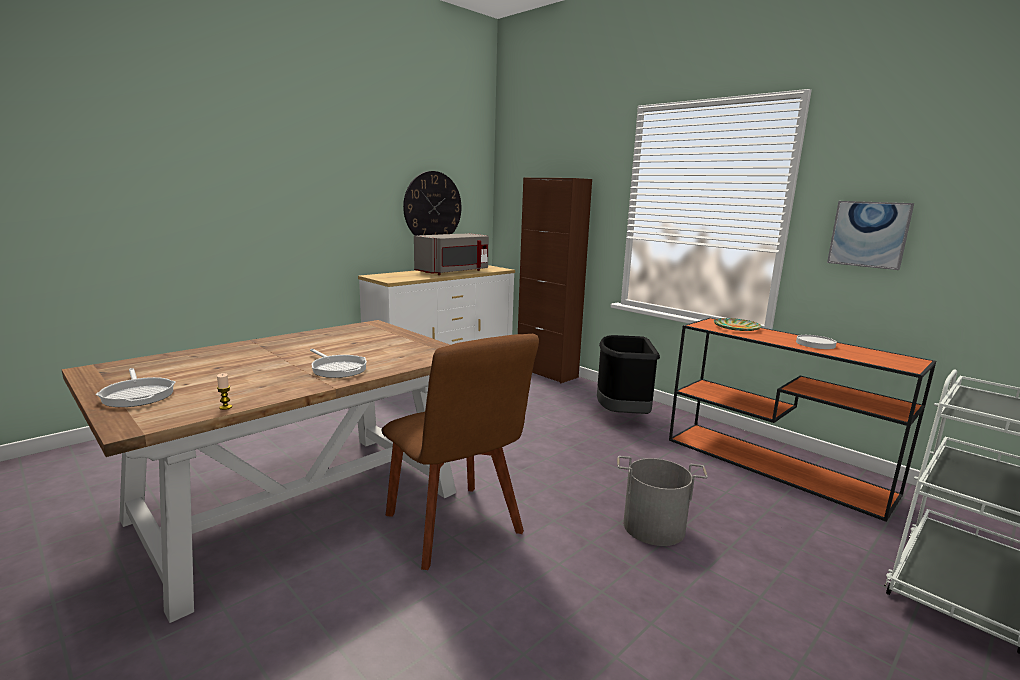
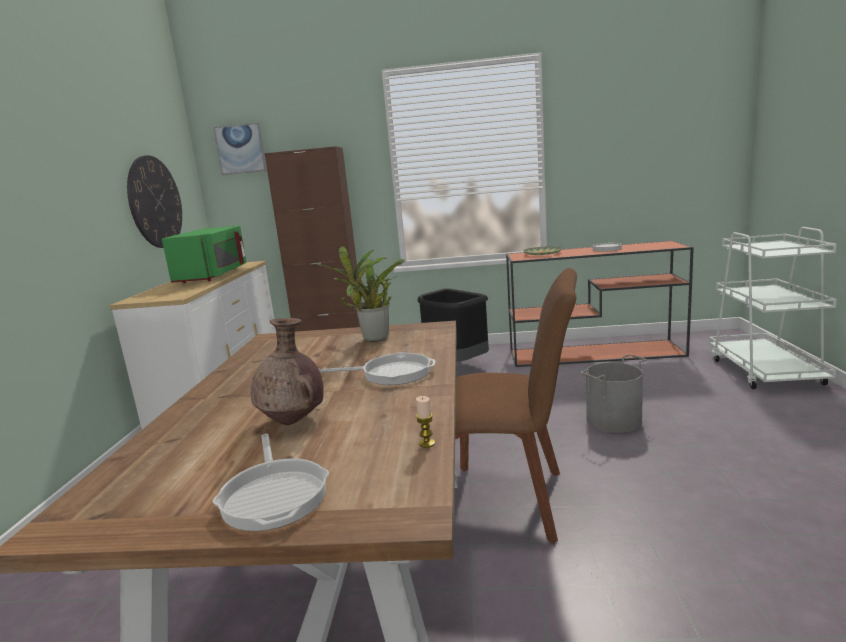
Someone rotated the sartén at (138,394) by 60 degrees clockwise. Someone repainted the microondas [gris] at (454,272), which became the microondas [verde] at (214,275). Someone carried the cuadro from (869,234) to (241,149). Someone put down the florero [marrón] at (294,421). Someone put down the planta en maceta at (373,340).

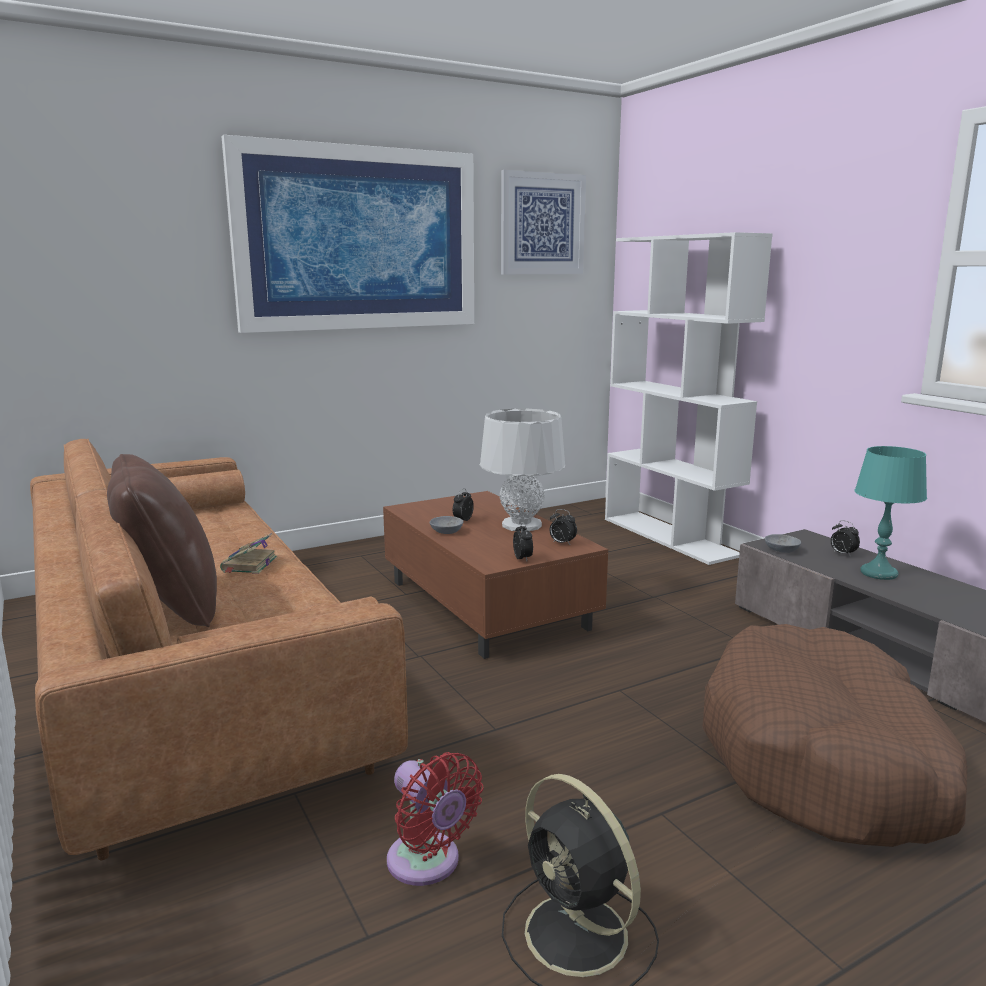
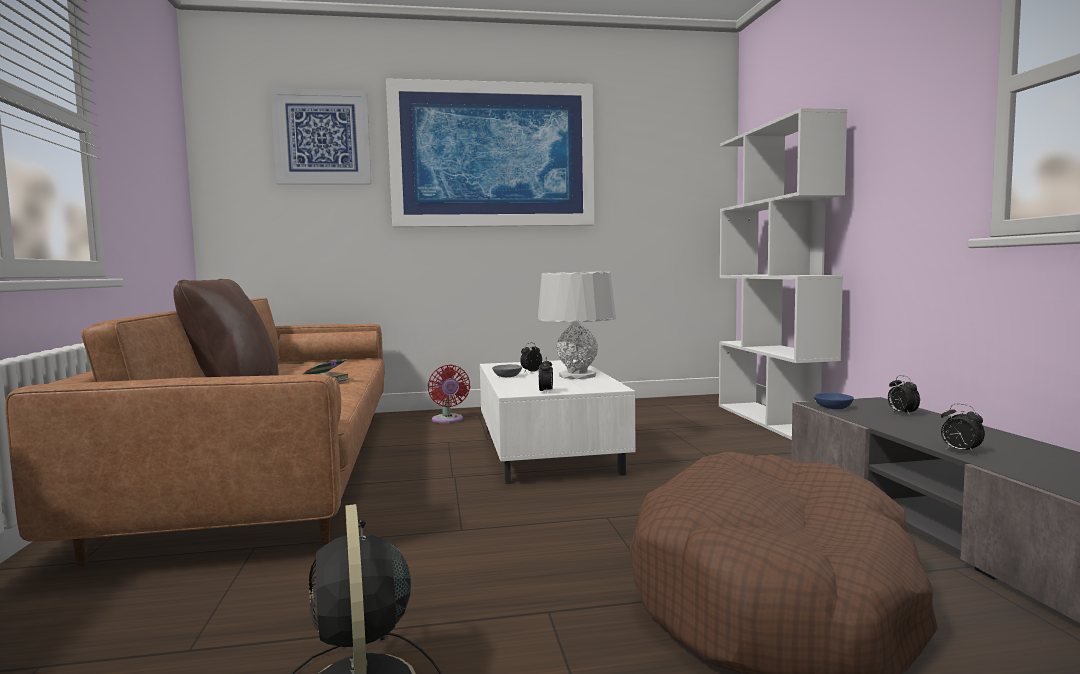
Someone repainted the mesa de centro [marrón] at (486,603), which became the mesa de centro [blanco] at (548,450). Someone carried the ventilador [rojo] from (427,864) to (448,420). Someone carried the cuadro from (542,224) to (322,137). Someone carried the despertador from (561,543) to (960,451). Someone repainted the cuenco [gris] at (781,550), which became the cuenco [azul] at (832,407). Someone took away the lámpara de mesa [turquesa] at (879,573).

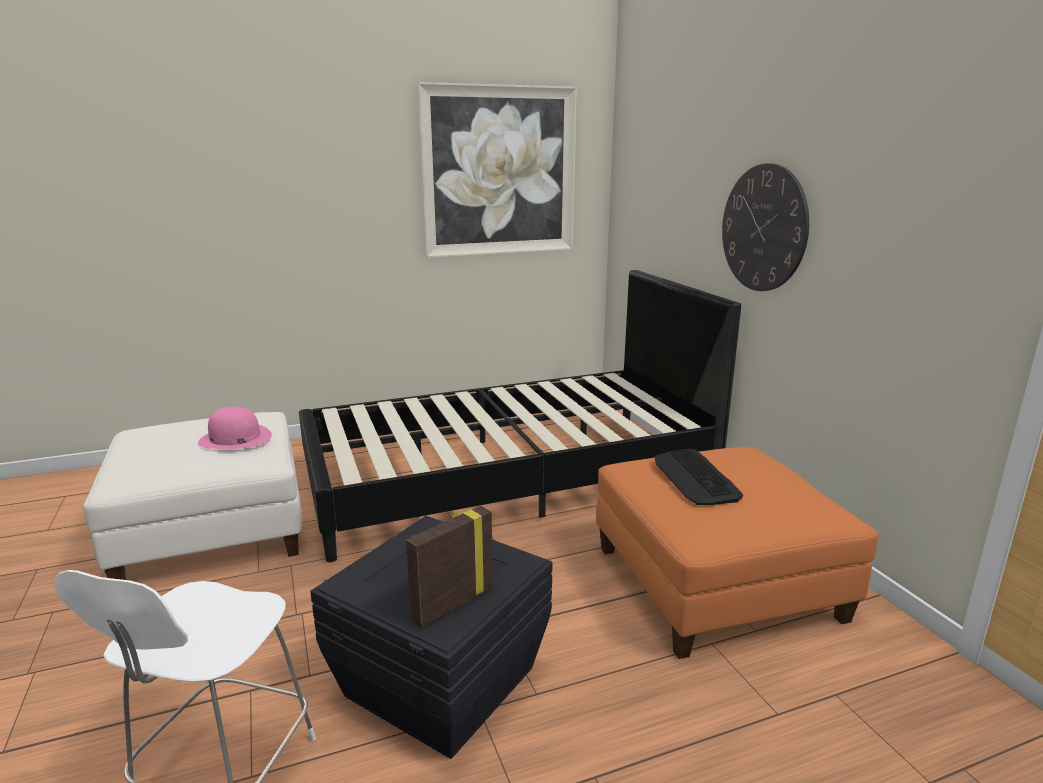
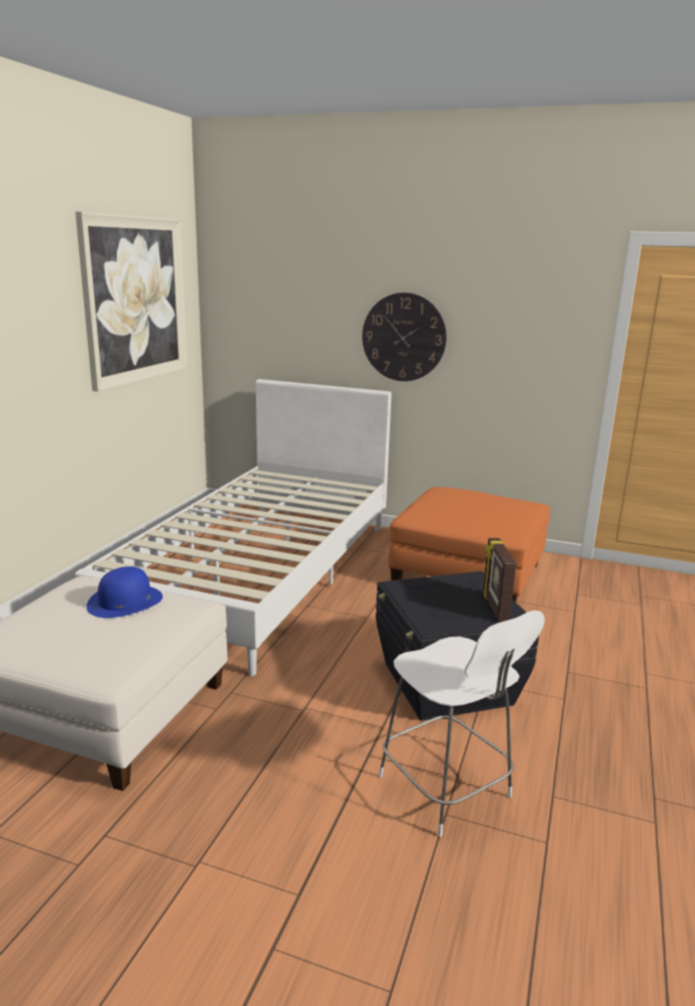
Someone repainted the sombrero [rosa] at (235,438), which became the sombrero [azul] at (125,601). Someone repainted the cama [negro] at (509,478), which became the cama [blanco] at (260,573). Someone took away the teclado at (695,478).

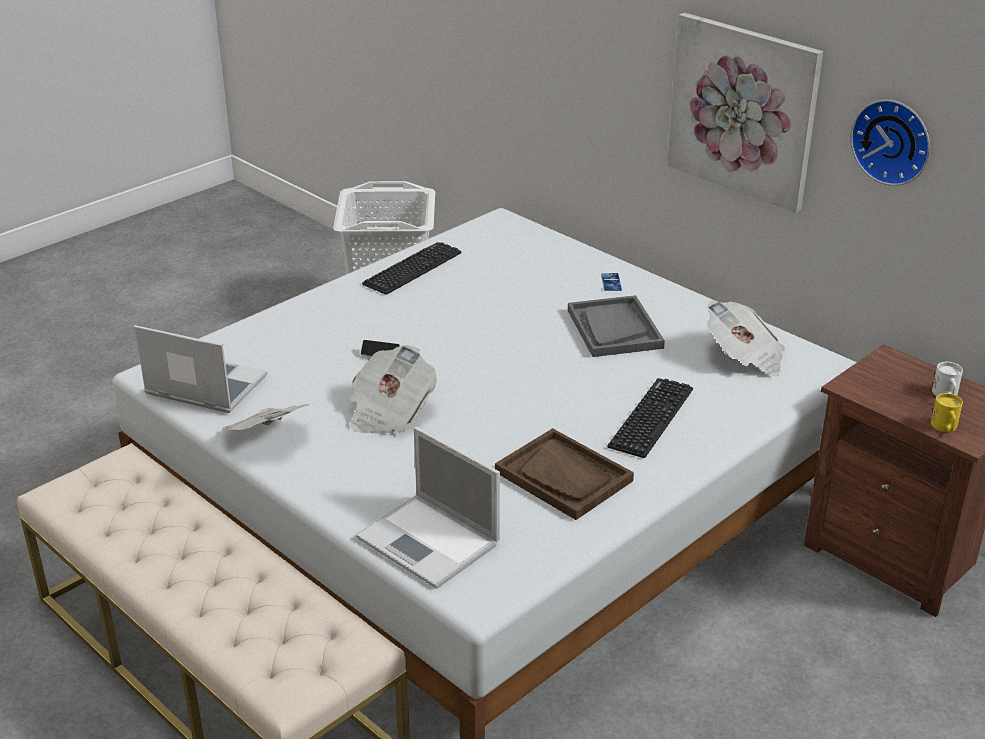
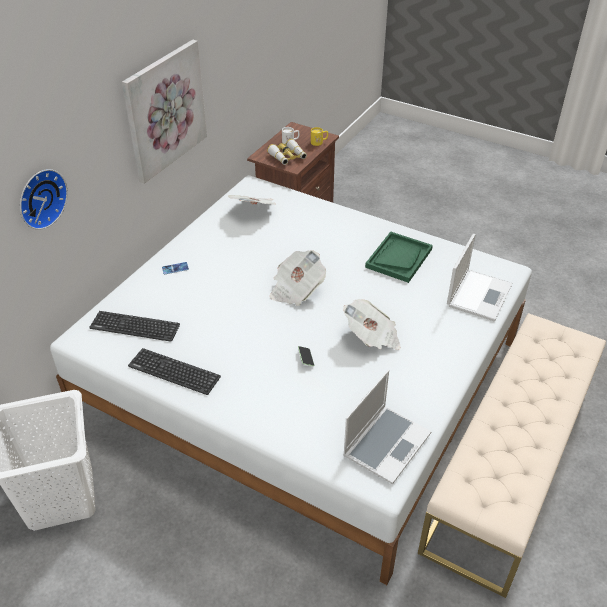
Someone rotated the portátil at (204,386) by 150 degrees counterclockwise. Someone carried the periódico from (268,436) to (296,289). Someone repainted the bandeja [marrón] at (564,476), which became the bandeja [verde] at (398,258). Someone took away the bandeja [gris] at (614,329). Someone carried the teclado from (651,418) to (135,326). Someone carried the reloj de pared from (893,140) to (40,198). Someone put down the prismáticos at (287,157).

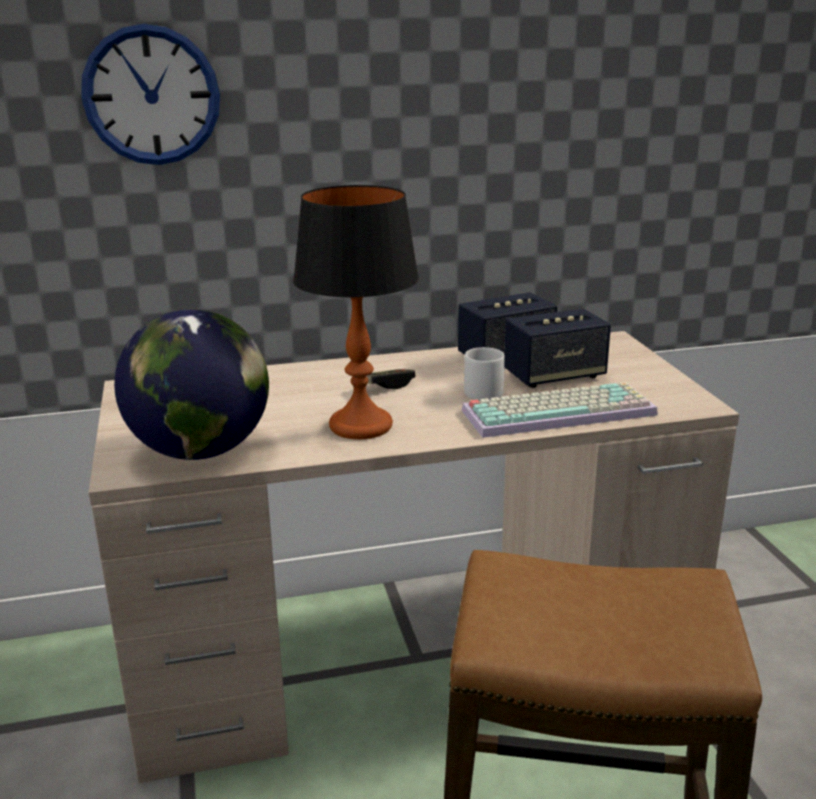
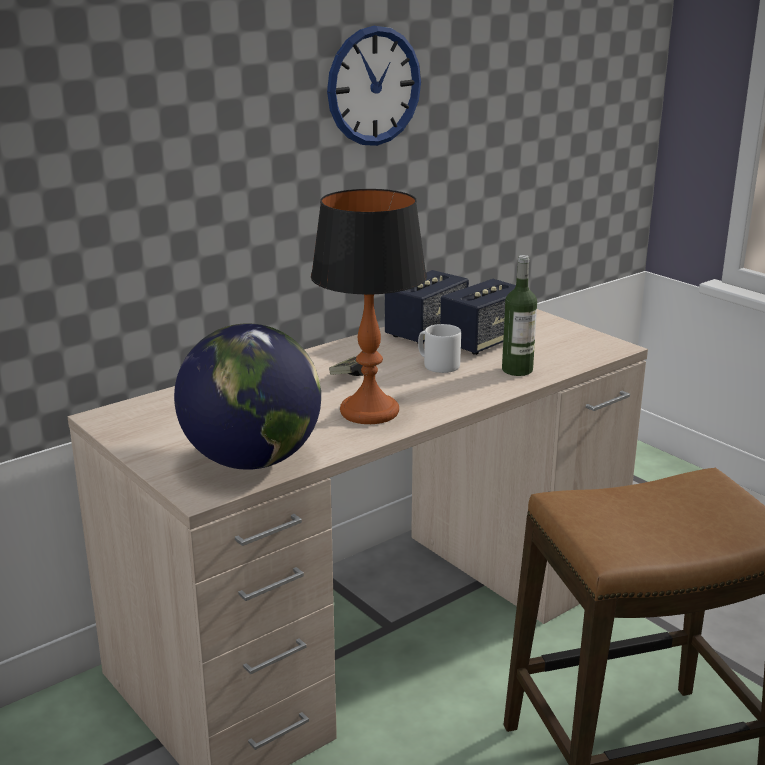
Someone carried the reloj de pared from (151,95) to (374,86). Someone swapped the teclado at (559,411) for the botella at (517,370).

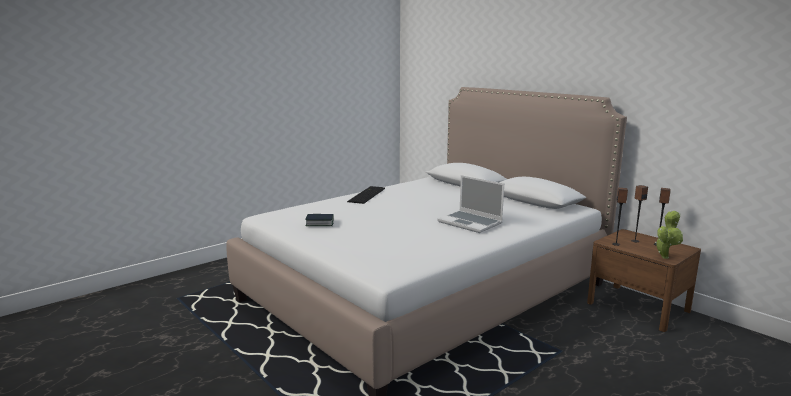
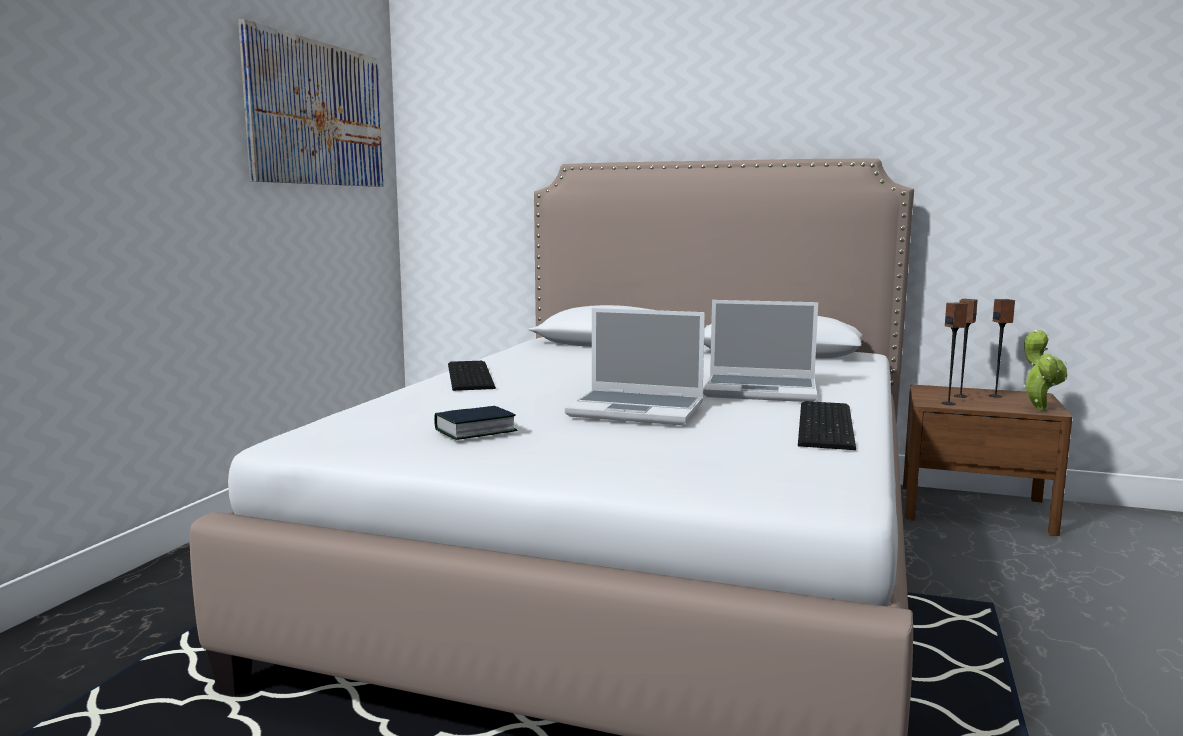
Someone put up the cuadro at (317,113). Someone put down the portátil at (638,410). Someone put down the teclado at (828,425).

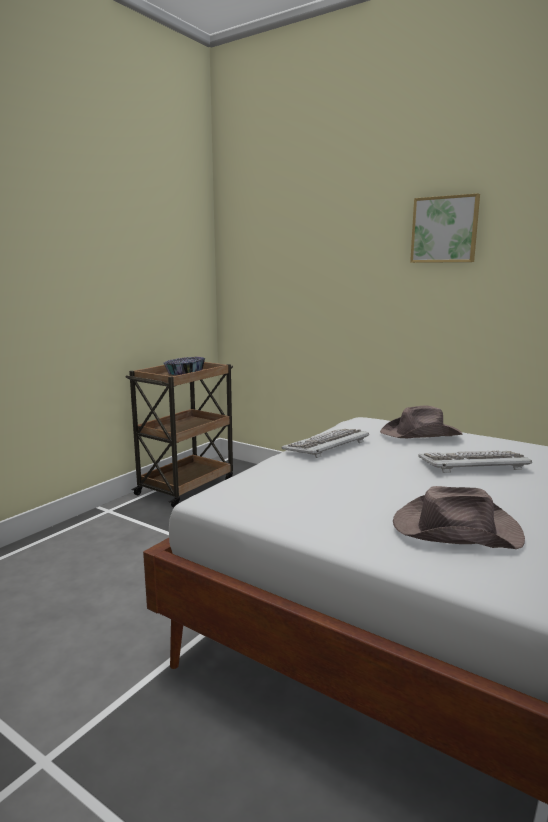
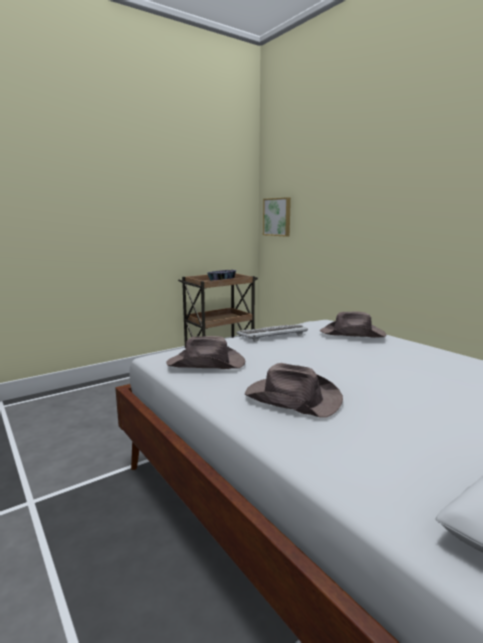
Someone carried the cuadro from (445,230) to (277,217). Someone took away the teclado at (473,464). Someone put down the sombrero [marrón] at (207,364).

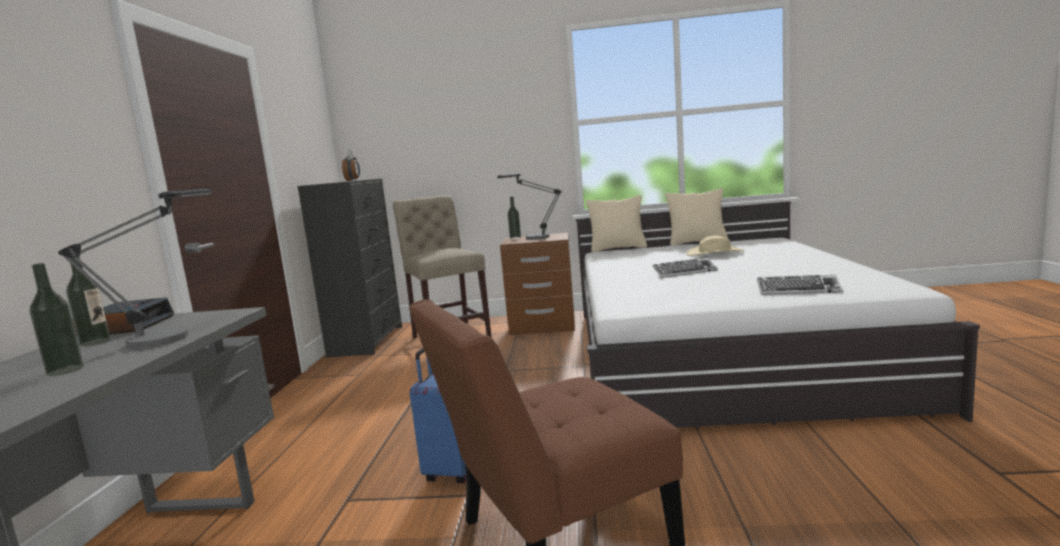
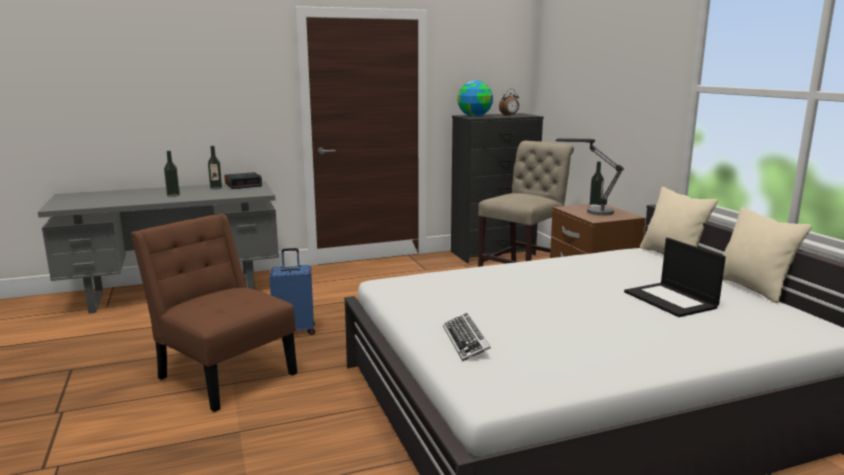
Someone took away the lámpara de mesa at (172,335). Someone took away the teclado at (684,272). Someone swapped the sombrero [beis] at (715,253) for the portátil at (671,300). Someone put down the globo terráqueo at (475,116).

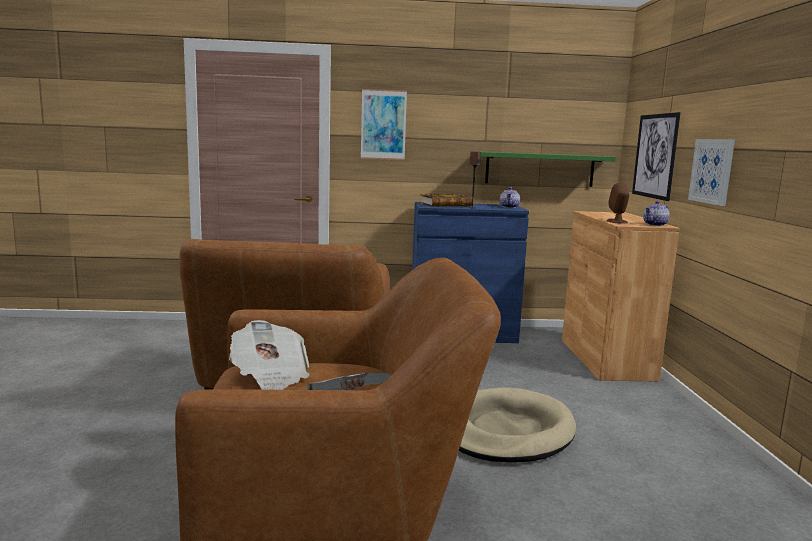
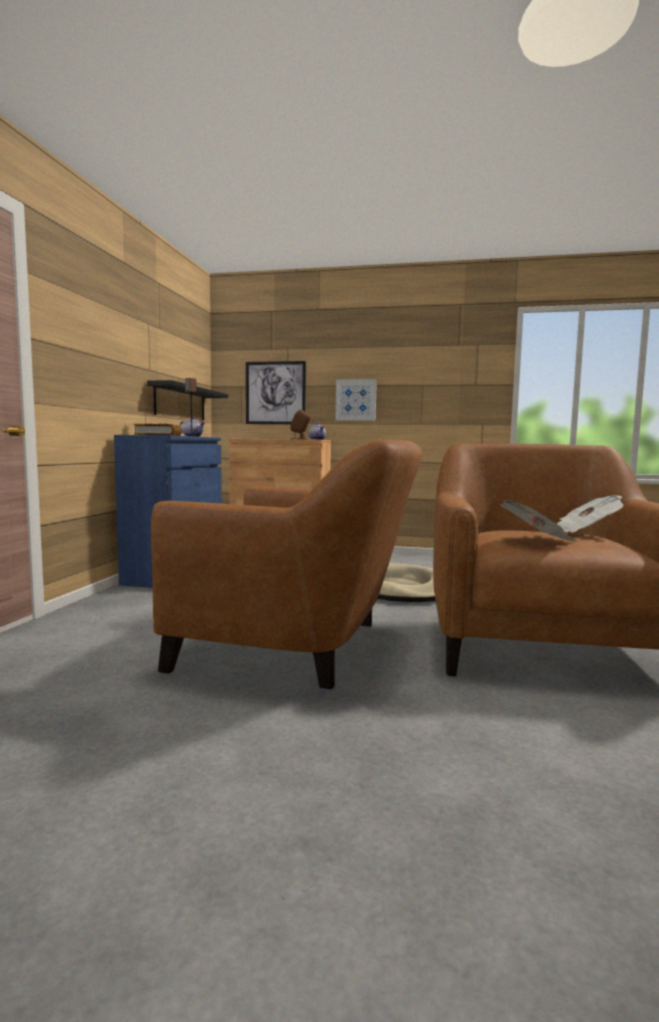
Someone took away the cuadro at (383,124). Someone repainted the estante [verde] at (539,169), which became the estante [negro] at (180,403).

